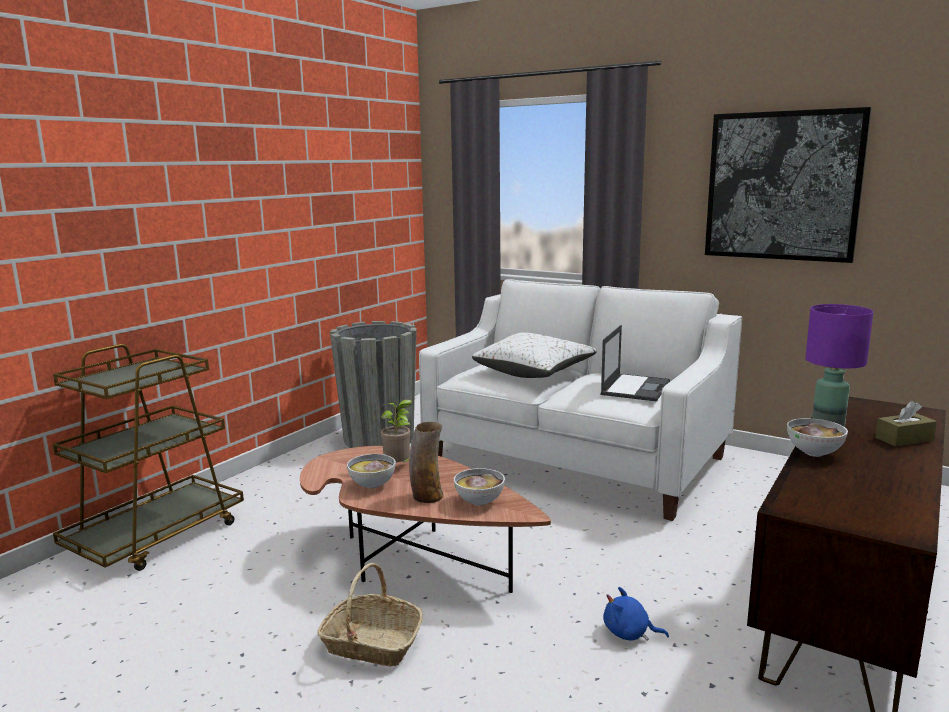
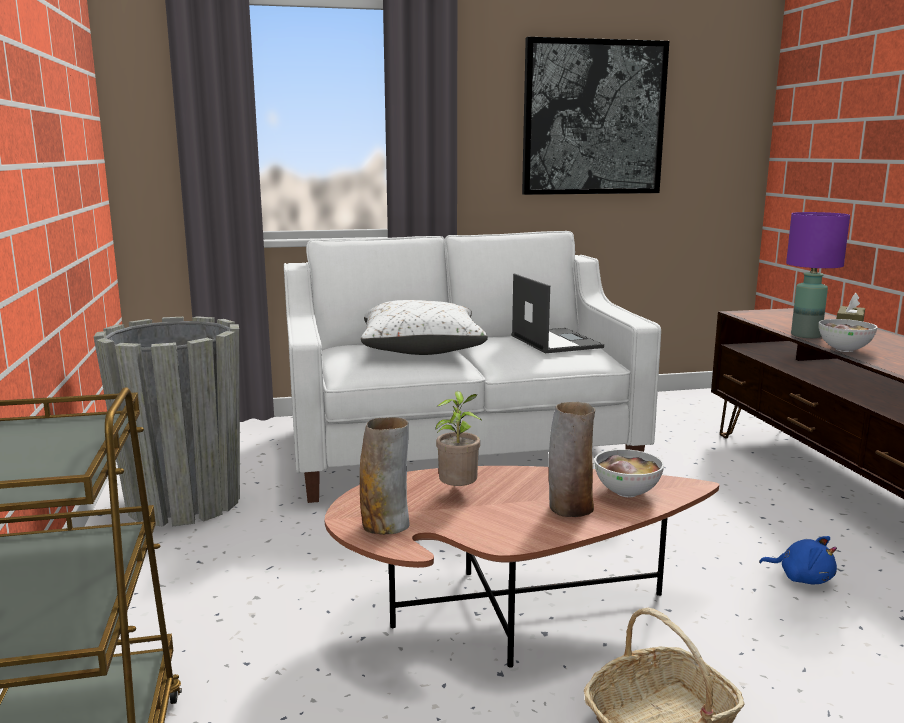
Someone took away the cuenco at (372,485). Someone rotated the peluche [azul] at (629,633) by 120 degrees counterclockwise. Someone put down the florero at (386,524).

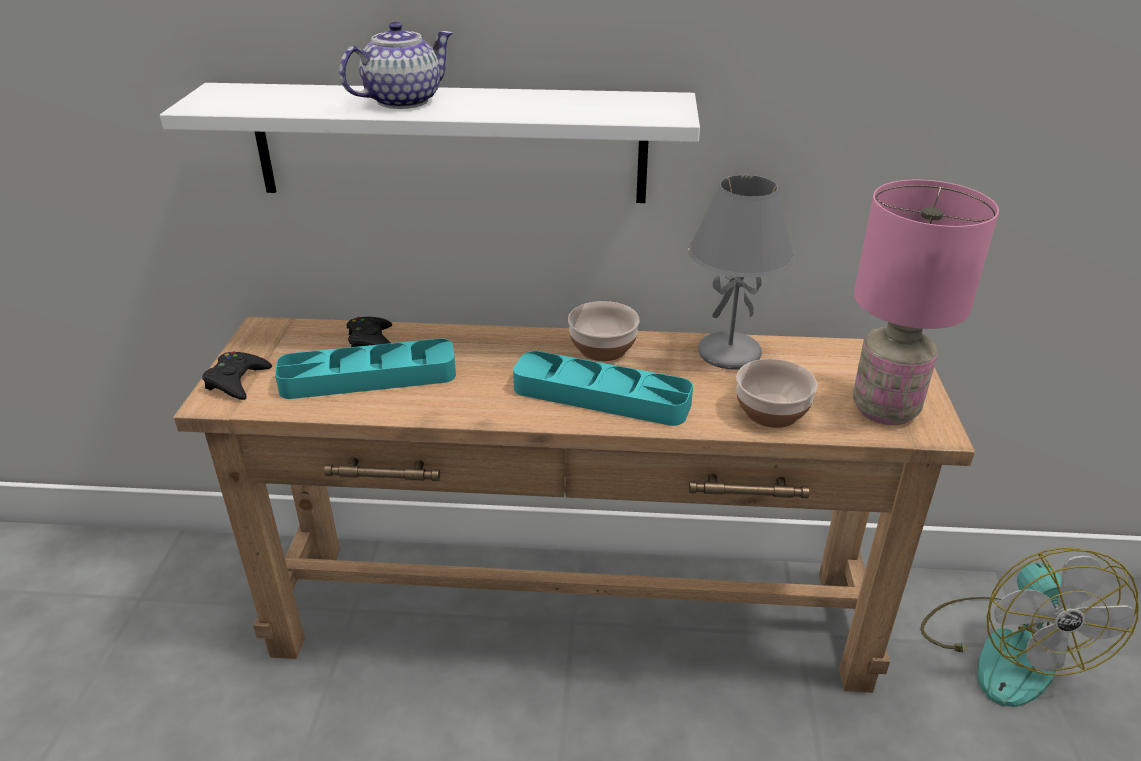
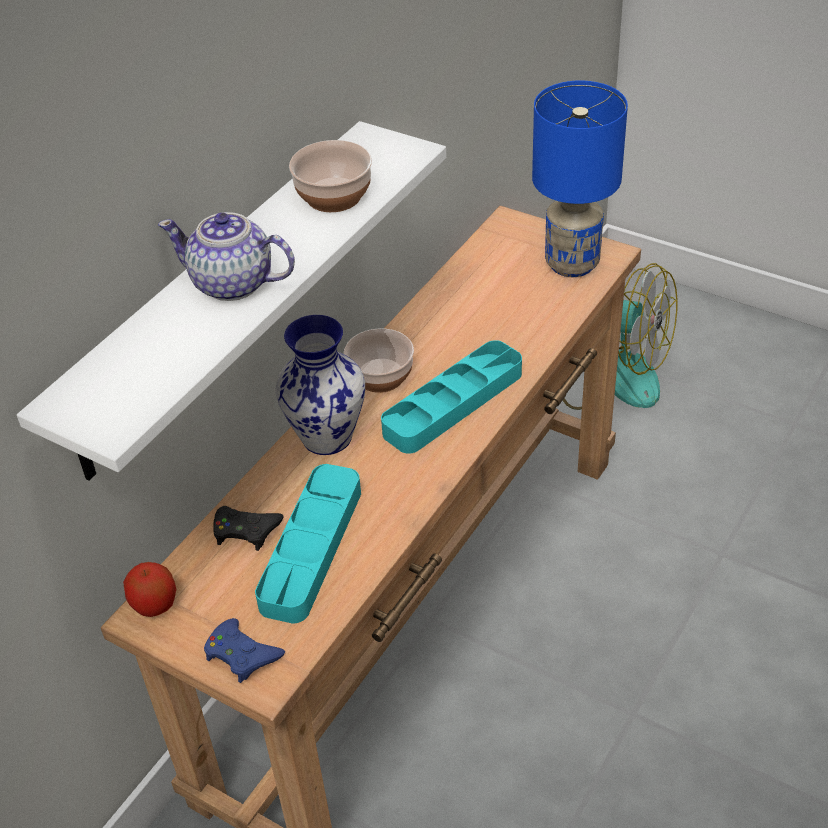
Someone repainted the mando de consola [negro] at (237,381), which became the mando de consola [azul] at (242,654). Someone rotated the tetera at (401,101) by 60 degrees counterclockwise. Someone took away the lámpara de mesa [gris] at (730,353). Someone carried the cuenco from (770,412) to (333,197). Someone repainted the lámpara de mesa [rosa] at (886,409), which became the lámpara de mesa [azul] at (572,263). Someone put down the manzana at (155,605). Someone put down the florero at (326,436).

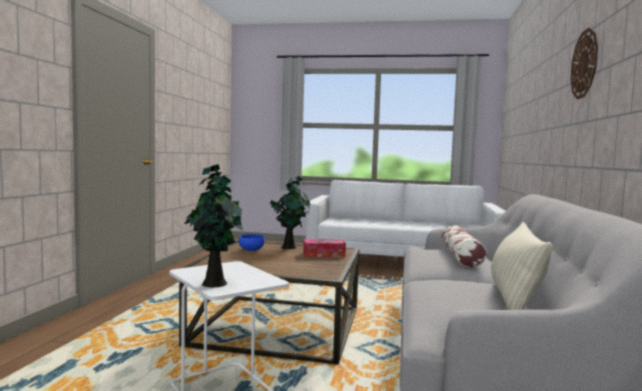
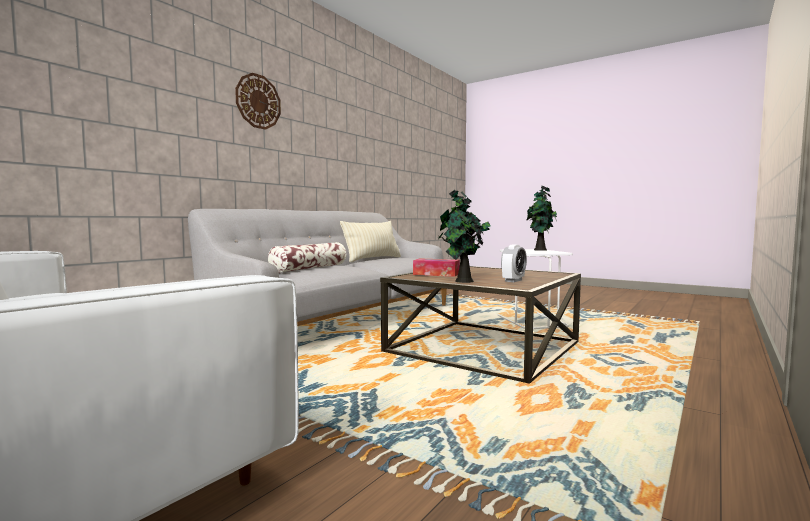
Someone swapped the cuenco [azul] at (251,250) for the despertador at (513,280).

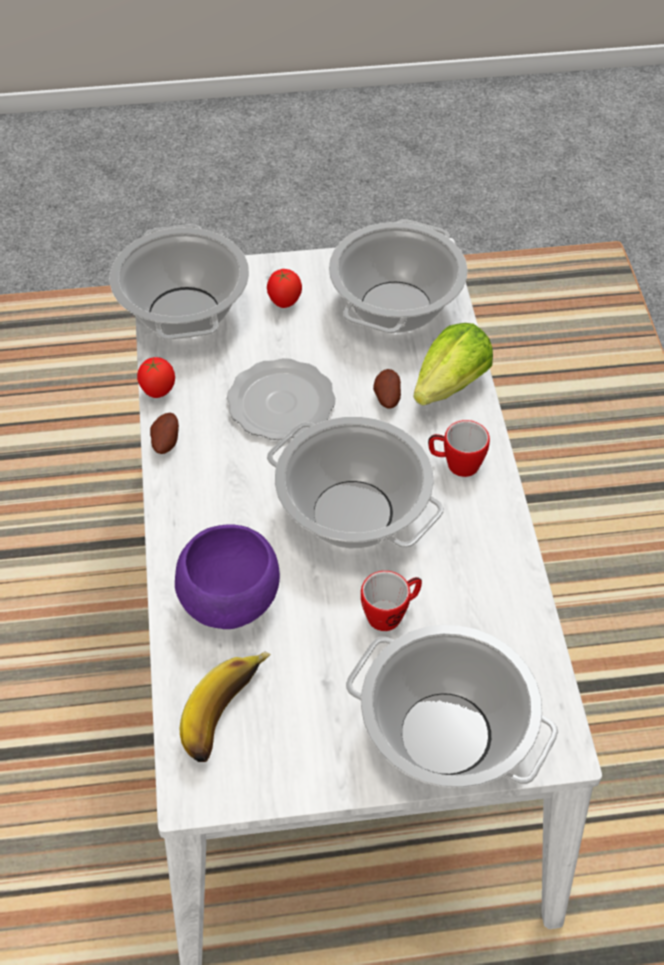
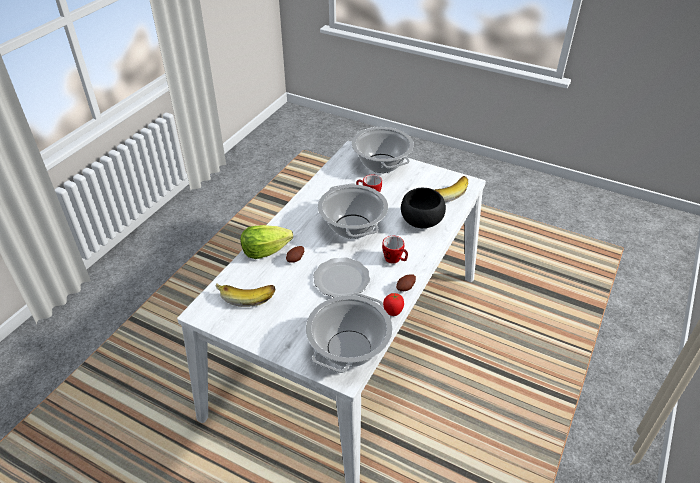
Someone repainted the cuenco [morado] at (230,601), which became the cuenco [negro] at (421,221). Someone took away the tomate at (284,303). Someone swapped the olla at (396,308) for the plátano at (247,295). Someone carried the taza grande from (456,464) to (395,260).

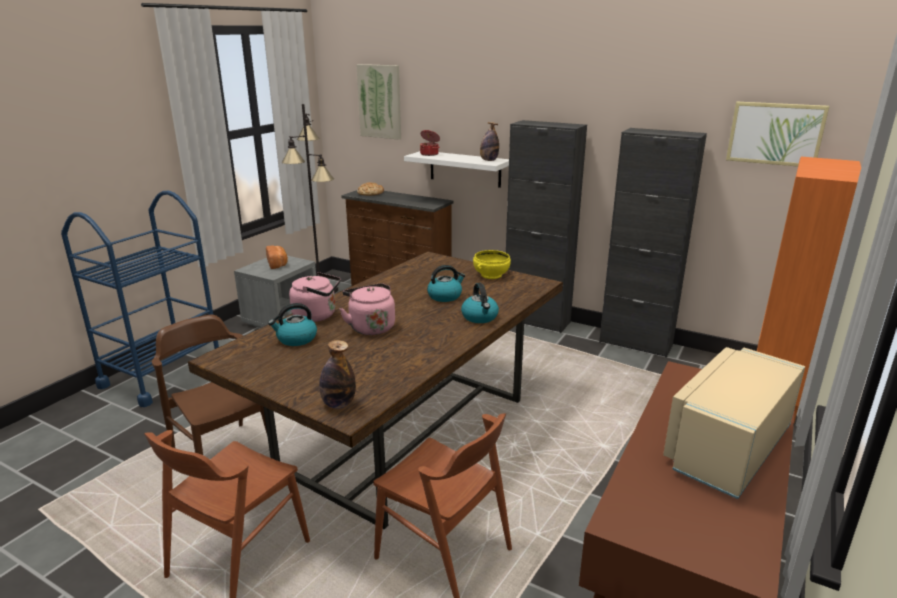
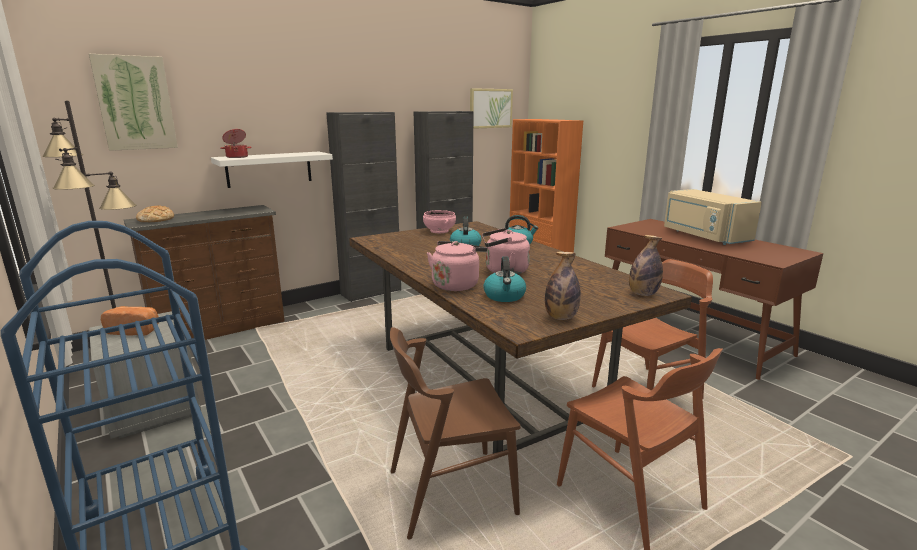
Someone repainted the cuenco [amarillo] at (491,275), which became the cuenco [rosa] at (439,231). Someone carried the botella from (489,160) to (561,317).

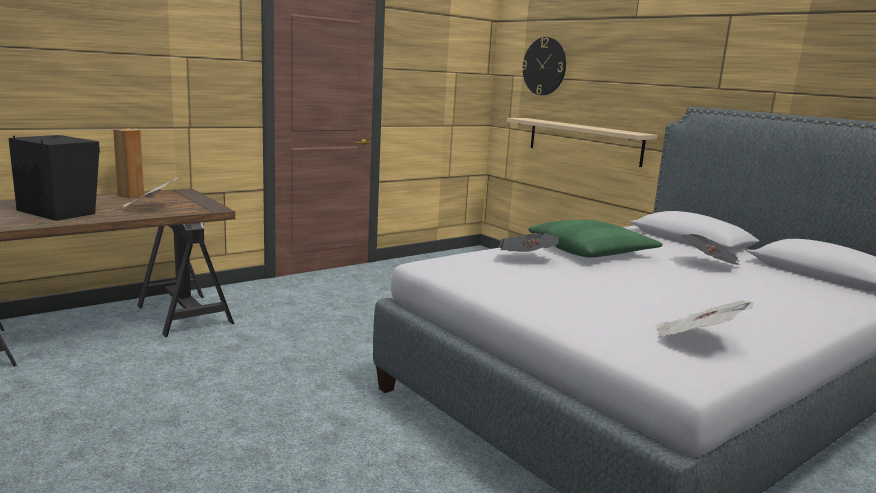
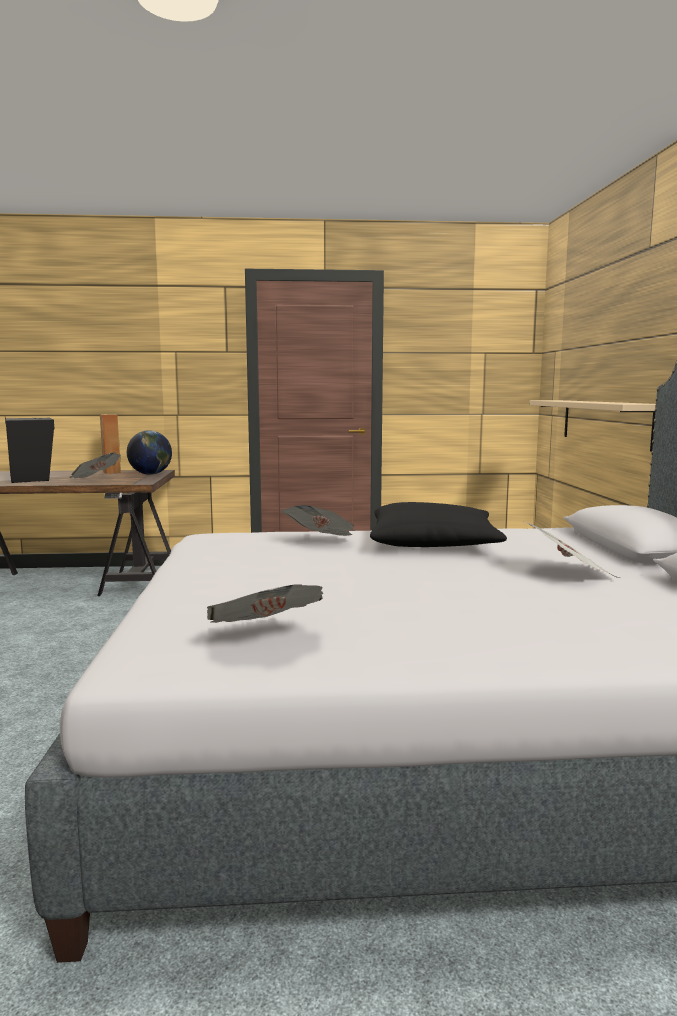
Someone took away the reloj de pared at (544,66). Someone repainted the cojín [verde] at (591,251), which became the cojín [negro] at (433,543). Someone put down the globo terráqueo at (150,474).

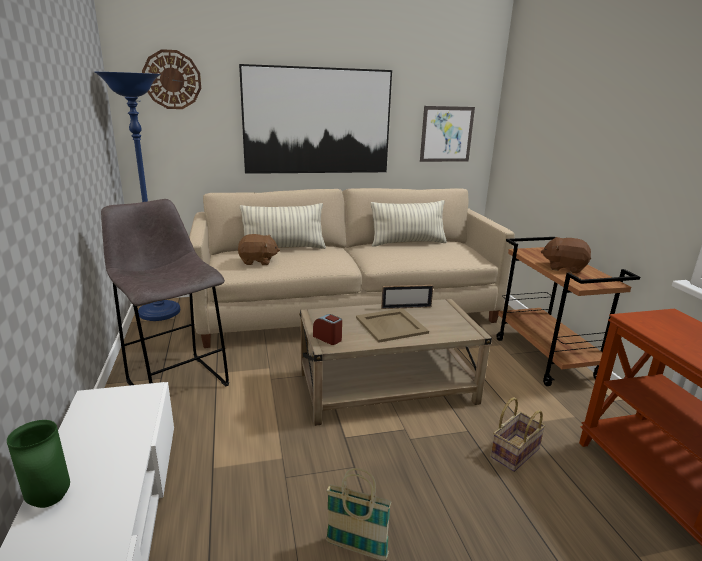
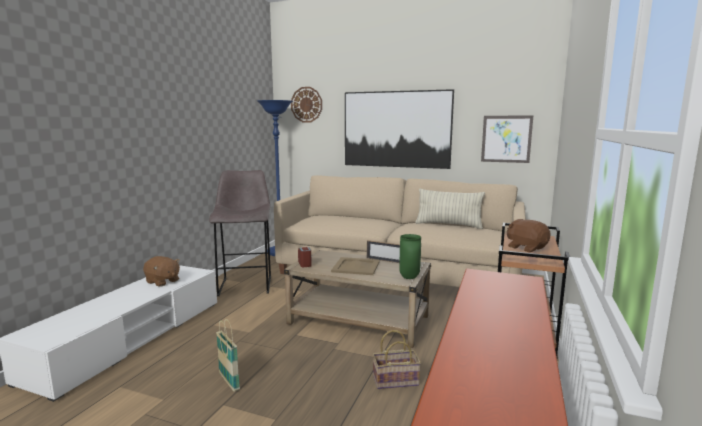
Someone carried the florero [verde] from (51,499) to (410,277). Someone carried the peluche [marrón] from (258,261) to (162,281). Someone took away the cojín at (284,248).

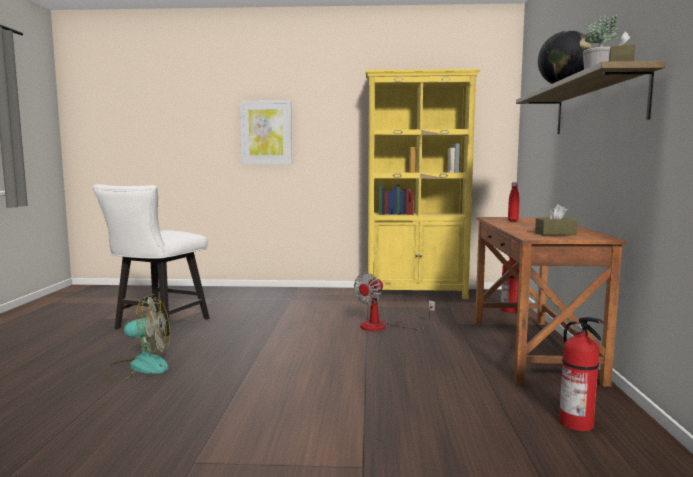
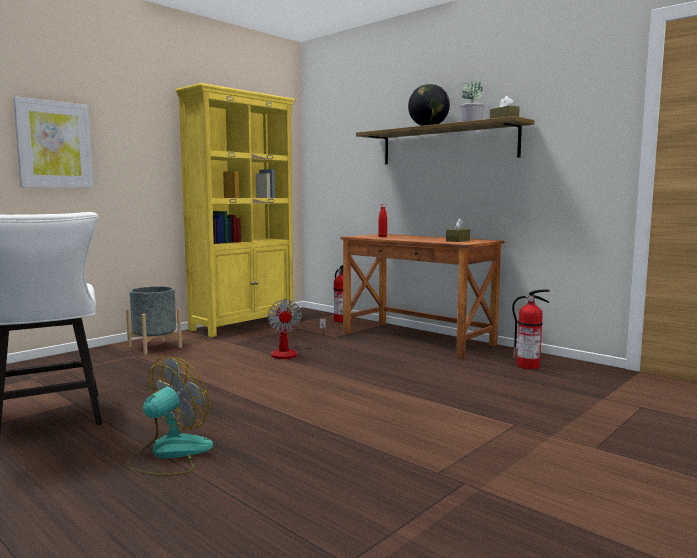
Someone put down the maceta [gris] at (155,347).

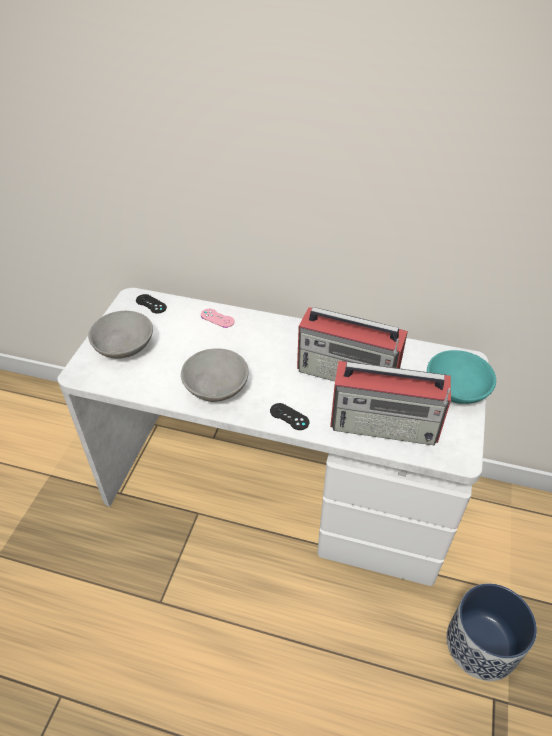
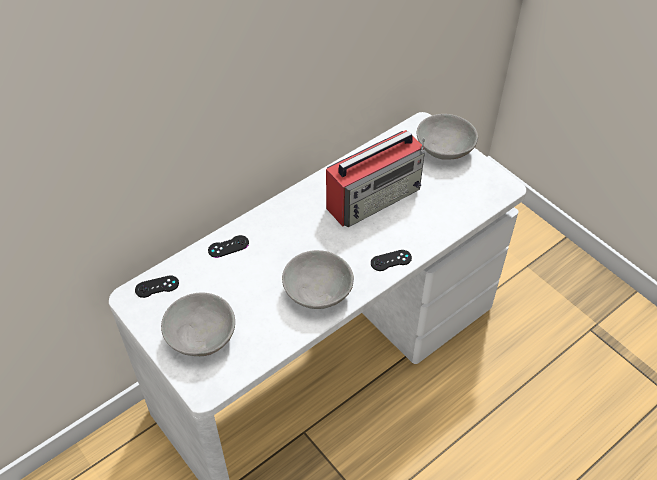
Someone repainted the mando de consola [rosa] at (217,318), which became the mando de consola [negro] at (228,246). Someone took away the radio at (386,423). Someone repainted the cuenco [turquesa] at (456,390), which became the cuenco [gris] at (444,149). Someone took away the maceta at (480,645).

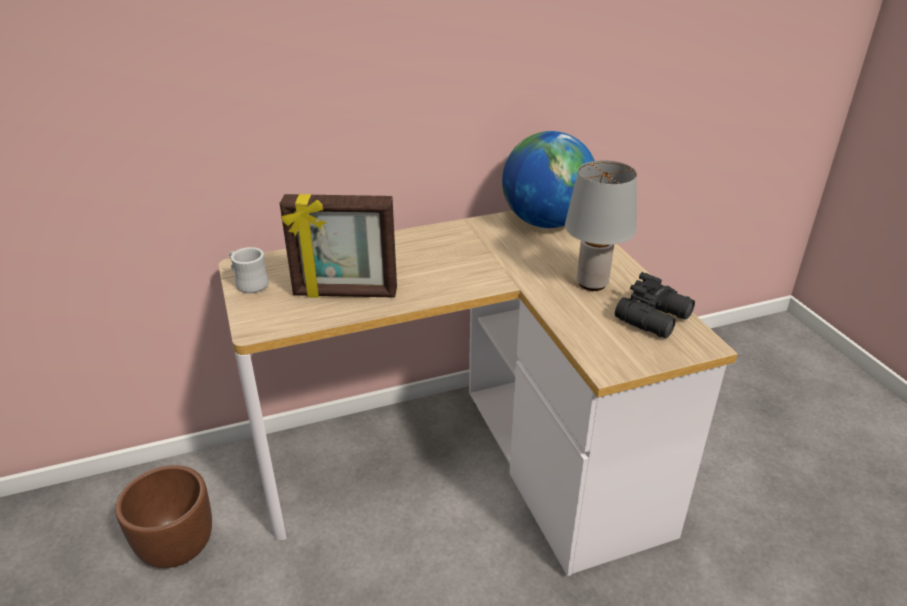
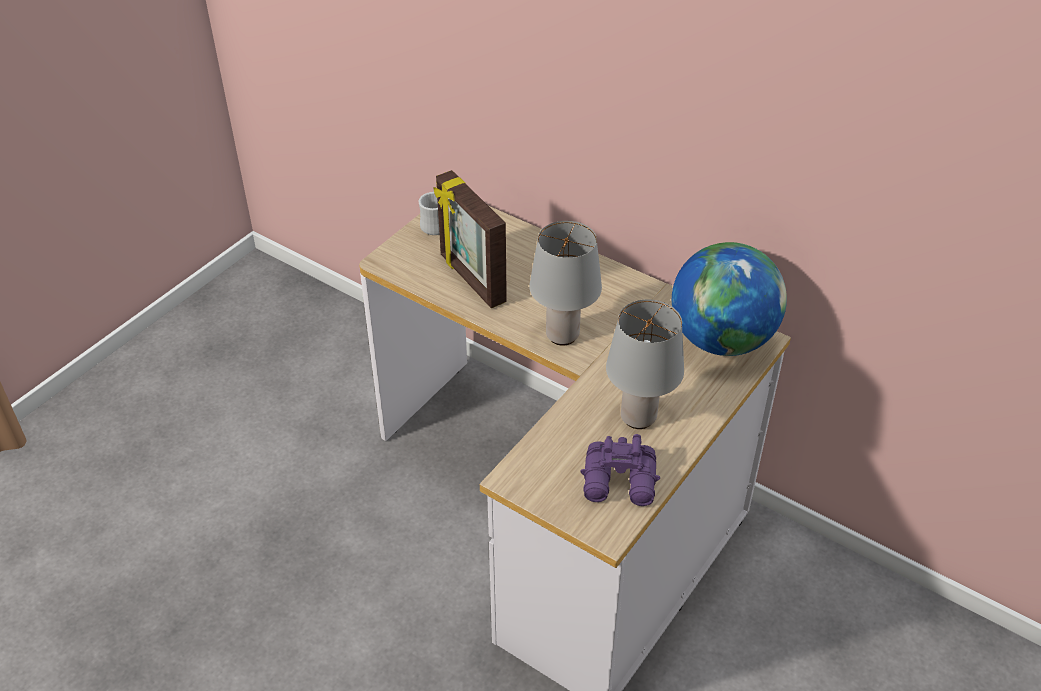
Someone took away the maceta [marrón] at (177,548). Someone repainted the prismáticos [negro] at (655,318), which became the prismáticos [morado] at (621,483). Someone put down the lámpara de mesa [gris] at (563,335).

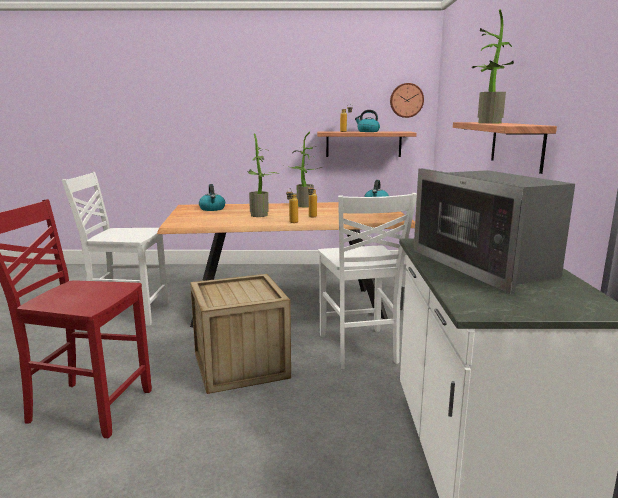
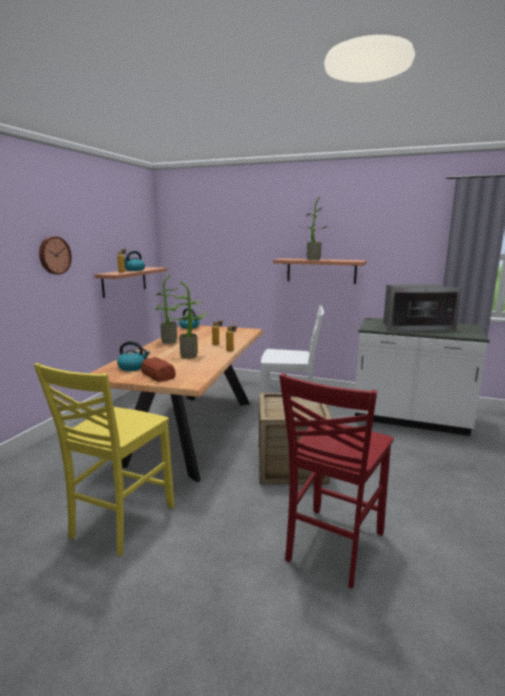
Someone repainted the silla [blanco] at (127,313), which became the silla [amarillo] at (120,522). Someone carried the reloj de pared from (406,100) to (54,255). Someone put down the pan at (158,375).

